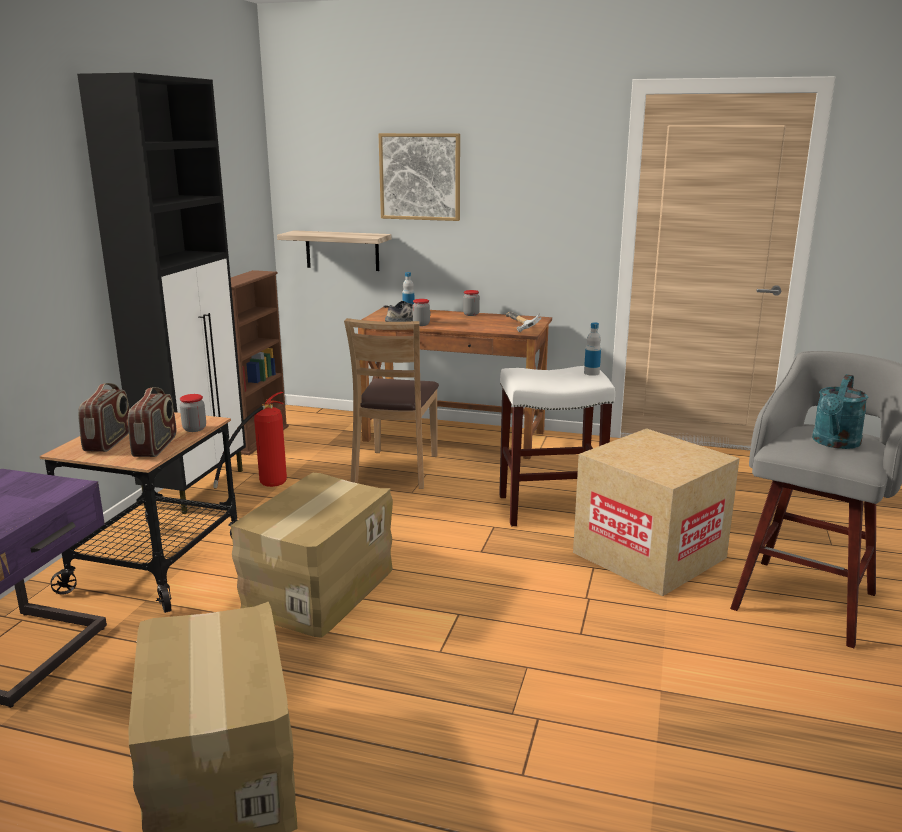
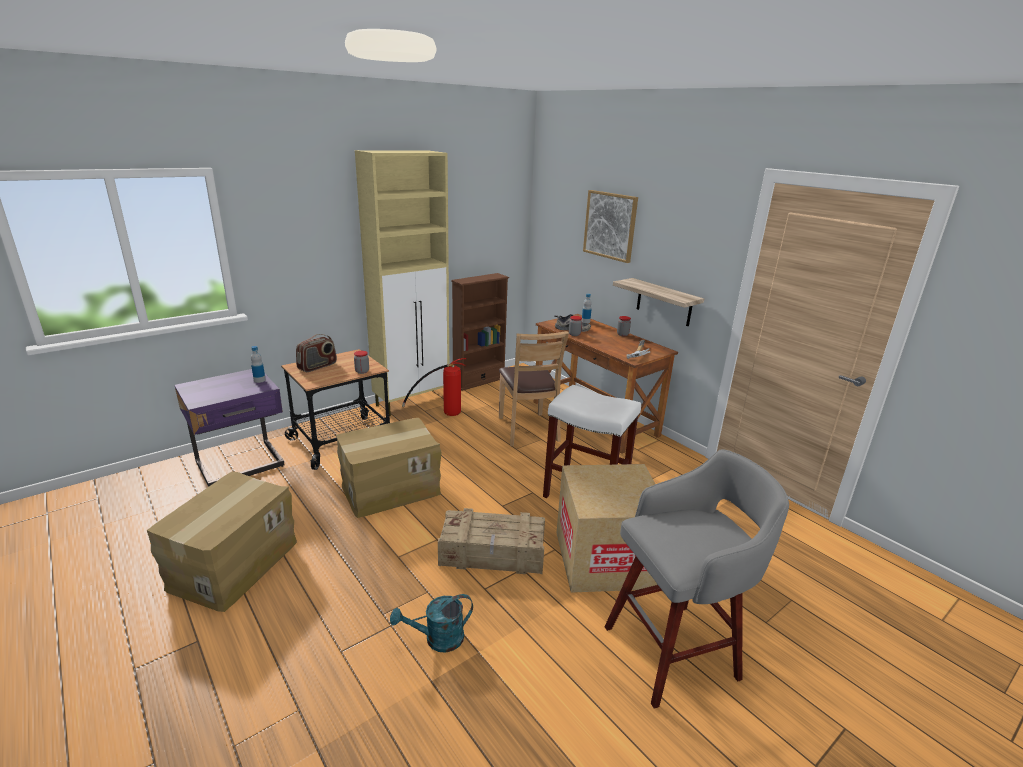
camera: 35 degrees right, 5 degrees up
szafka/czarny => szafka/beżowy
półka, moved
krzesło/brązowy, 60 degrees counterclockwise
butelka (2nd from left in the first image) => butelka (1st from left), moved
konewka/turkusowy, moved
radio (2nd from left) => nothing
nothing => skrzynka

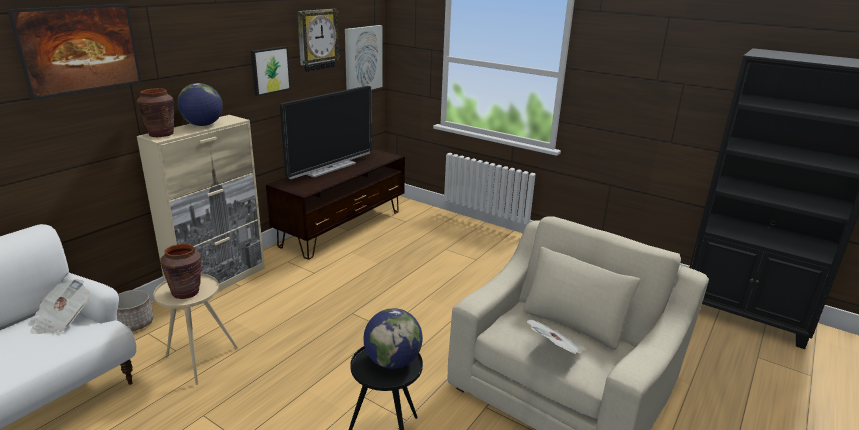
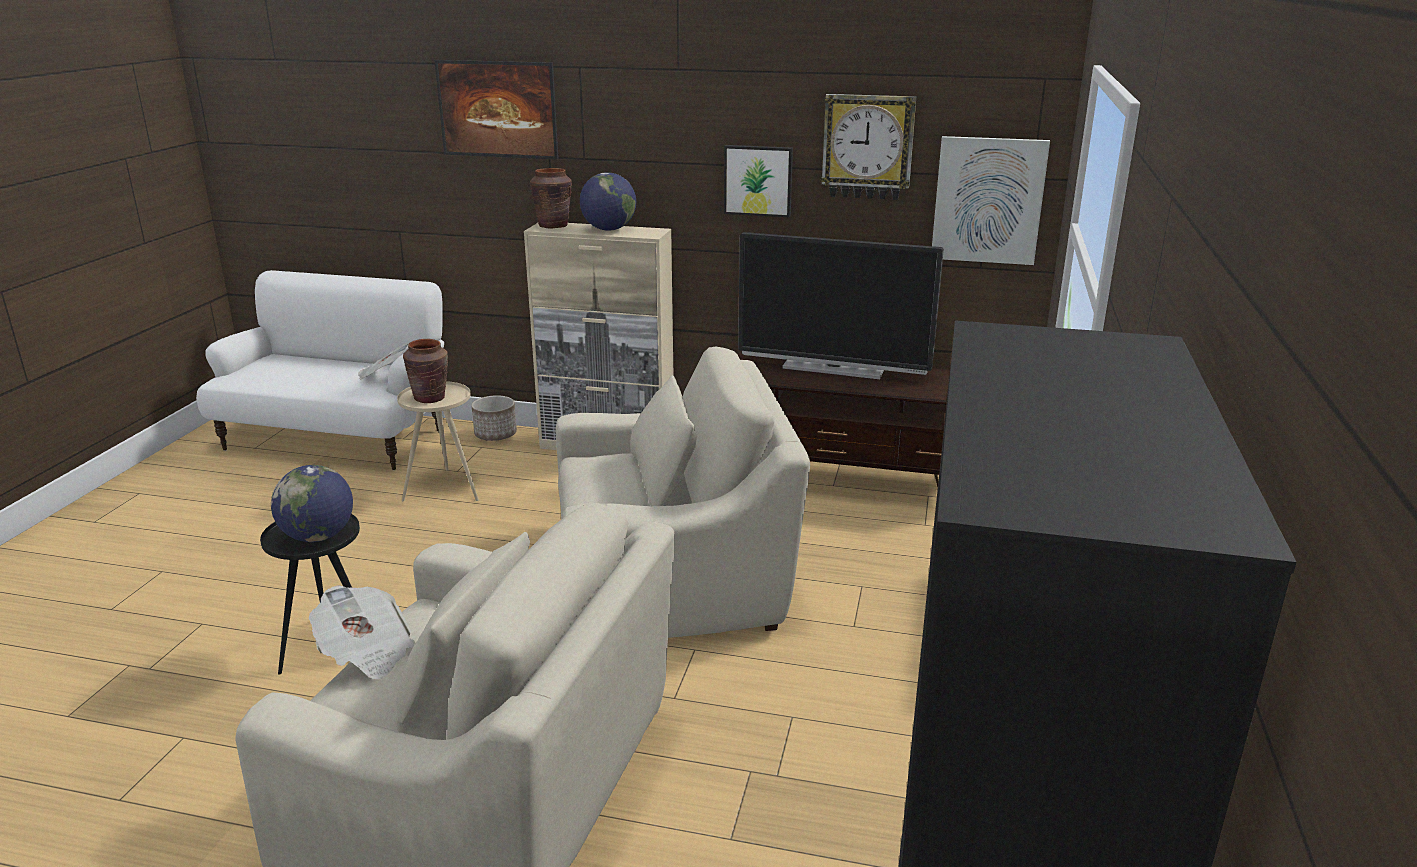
camera: 70 degrees right, 0 degrees up
nothing => fotel/beżowy (2nd from left)

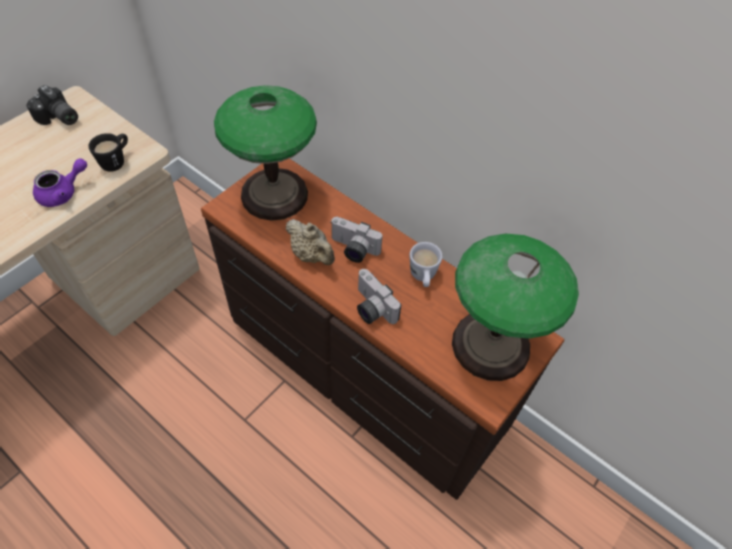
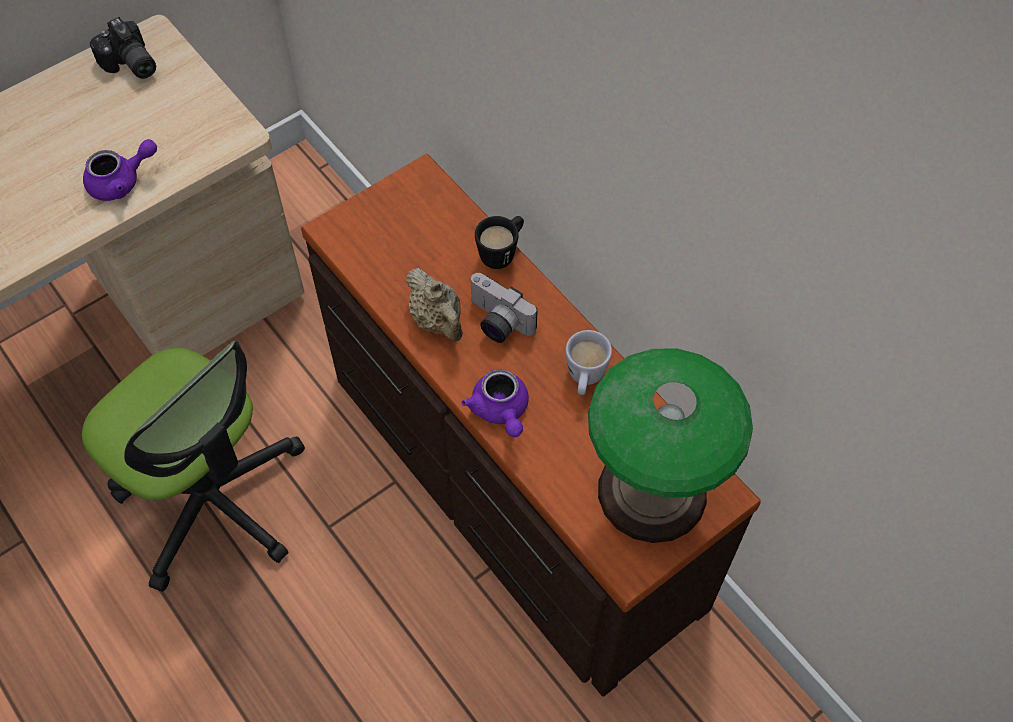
camera: 15 degrees right, 5 degrees up
lampa stołowa (1st from left) => nothing
kubek/czarny, moved
aparat fotograficzny (3rd from left) => imbryk/fioletowy (2nd from left)
nothing => krzesło biurowe

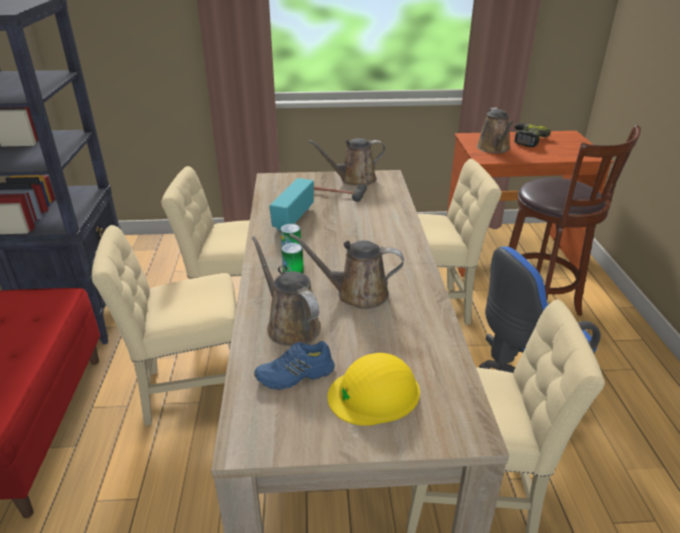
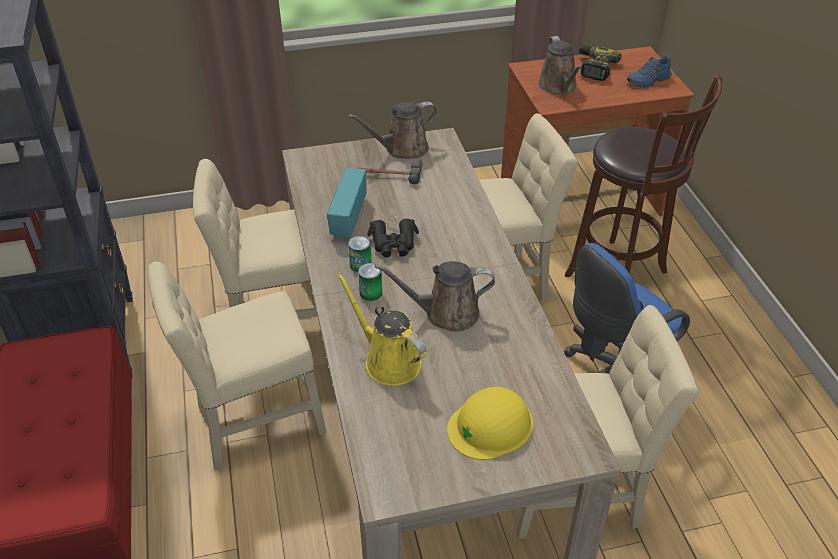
camera: 10 degrees left, 10 degrees up
konewka/brązowy (1st from left) => konewka/żółty
but/niebieski, moved
nothing => lornetka/czarny

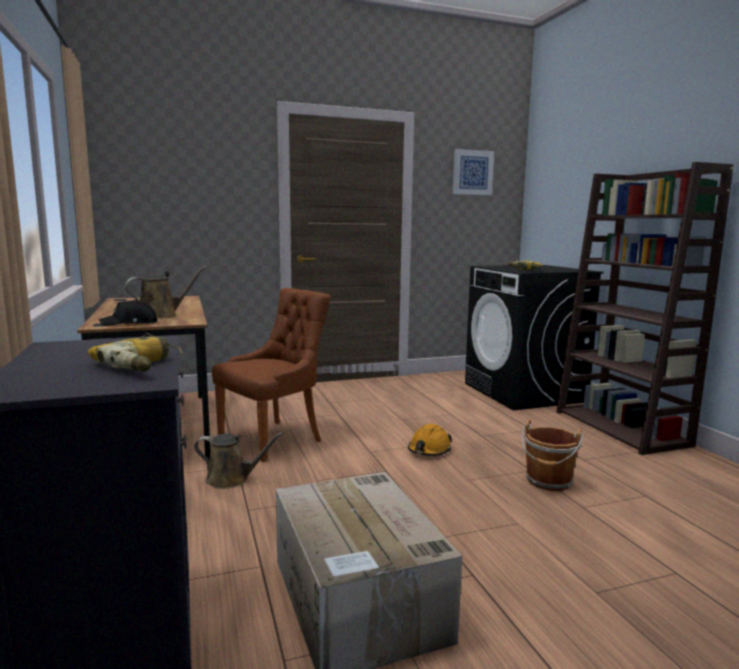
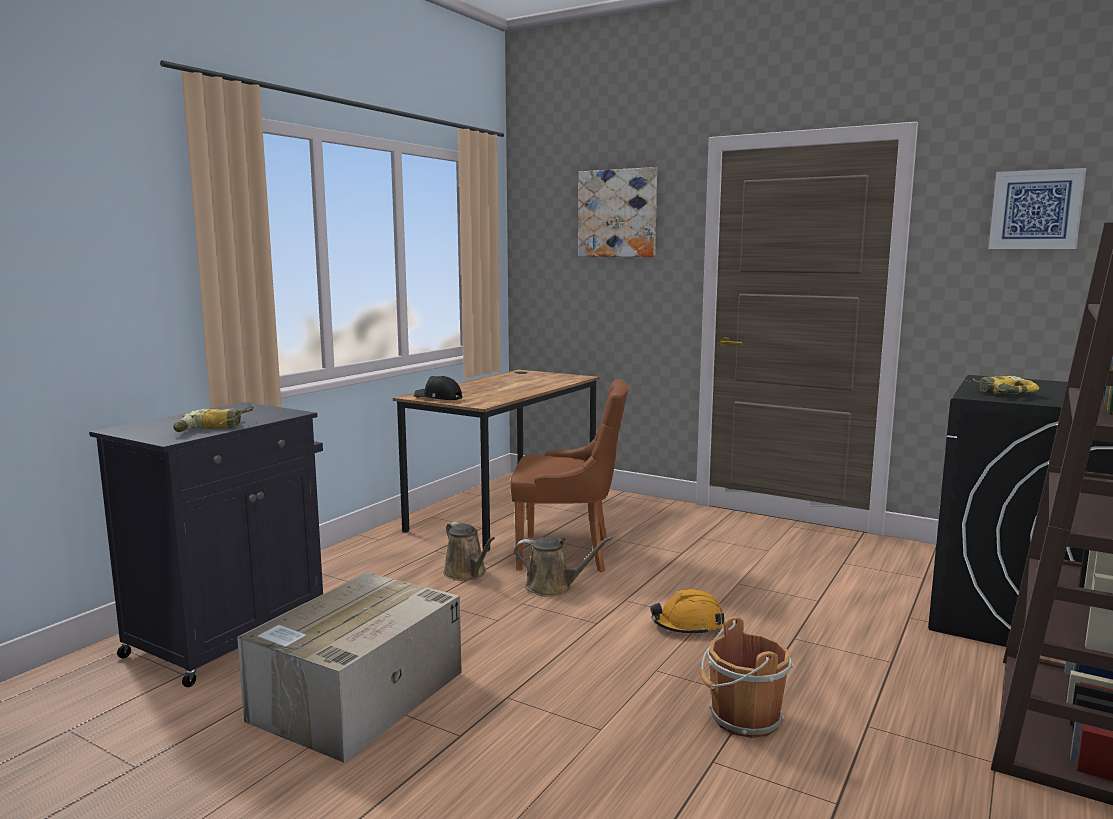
camera: 50 degrees right, 0 degrees up
konewka/brązowy (1st from left in the first image) => konewka/brązowy (2nd from left), moved
nothing => obraz (1st from left)

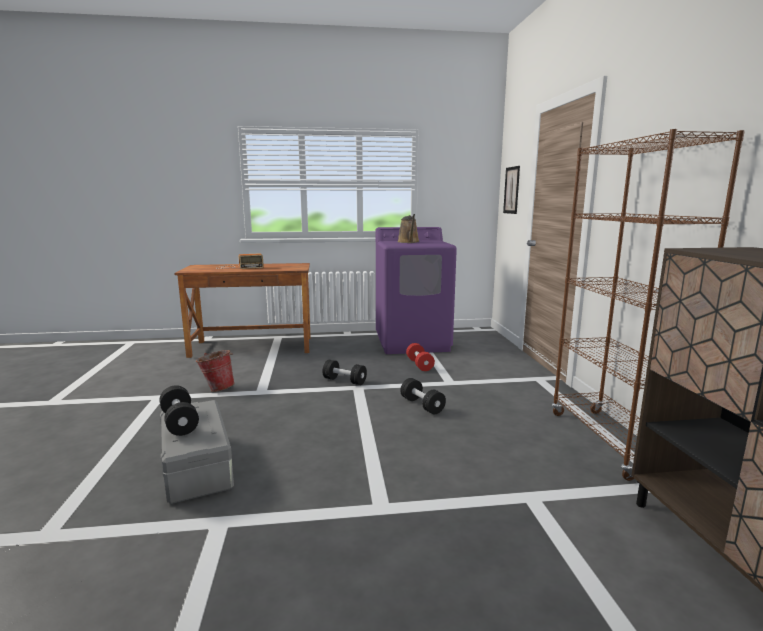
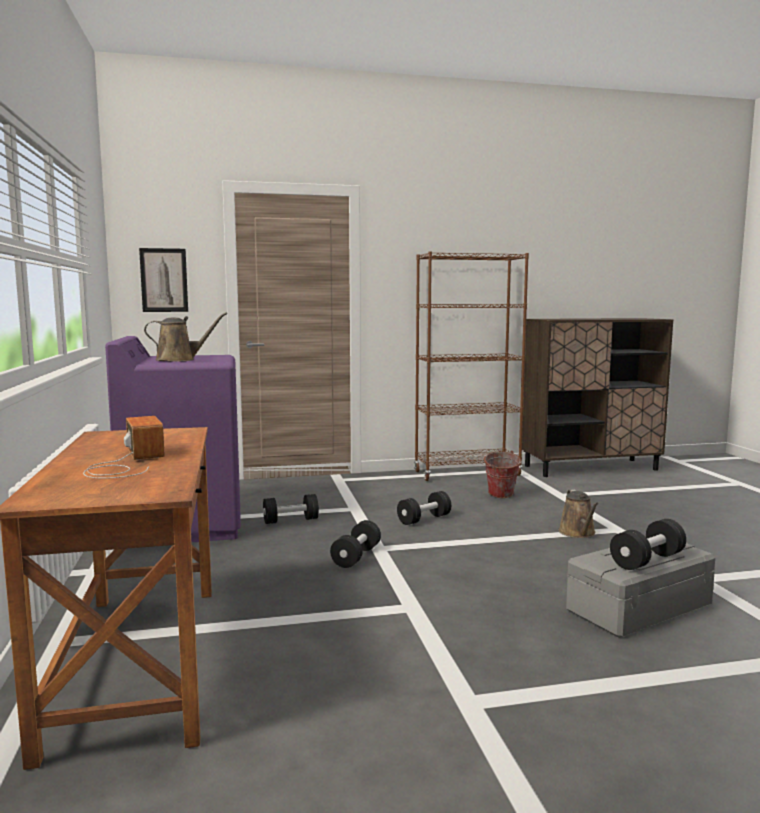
camera: 95 degrees left, 5 degrees down
hantel/czerwony => hantel/czarny (1st from left)
wiadro, moved
nothing => konewka/brązowy (2nd from left)

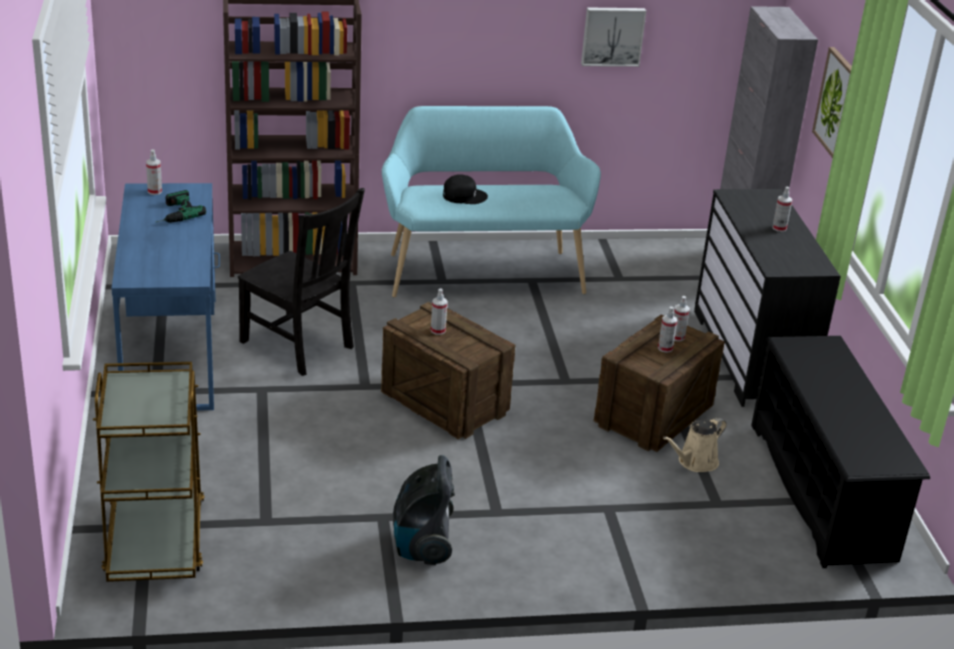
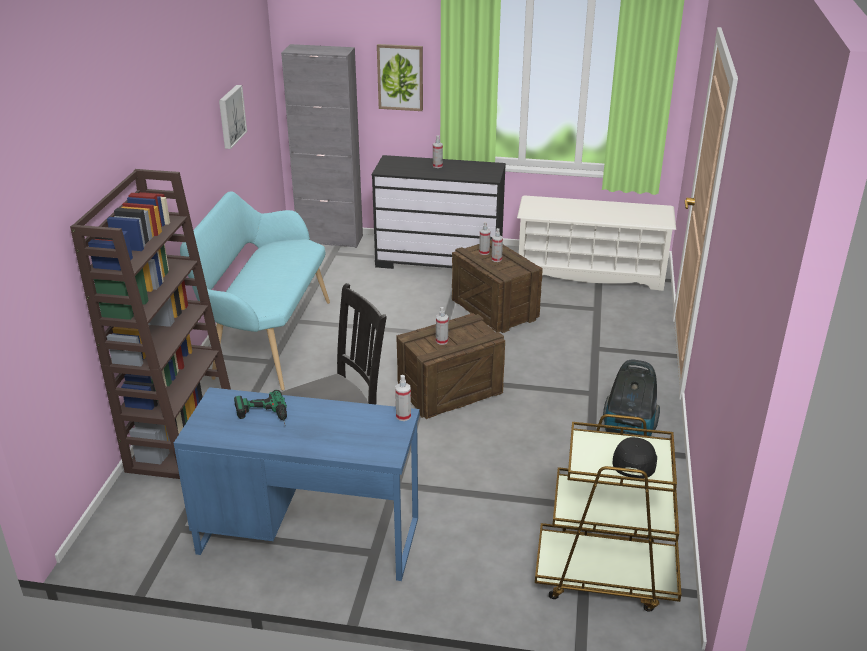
camera: 70 degrees left, 0 degrees up
spryskiwacz (1st from left), moved
czapka z daszkiem/czarny, moved
regał na buty/czarny => regał na buty/biały
konewka/beżowy => nothing

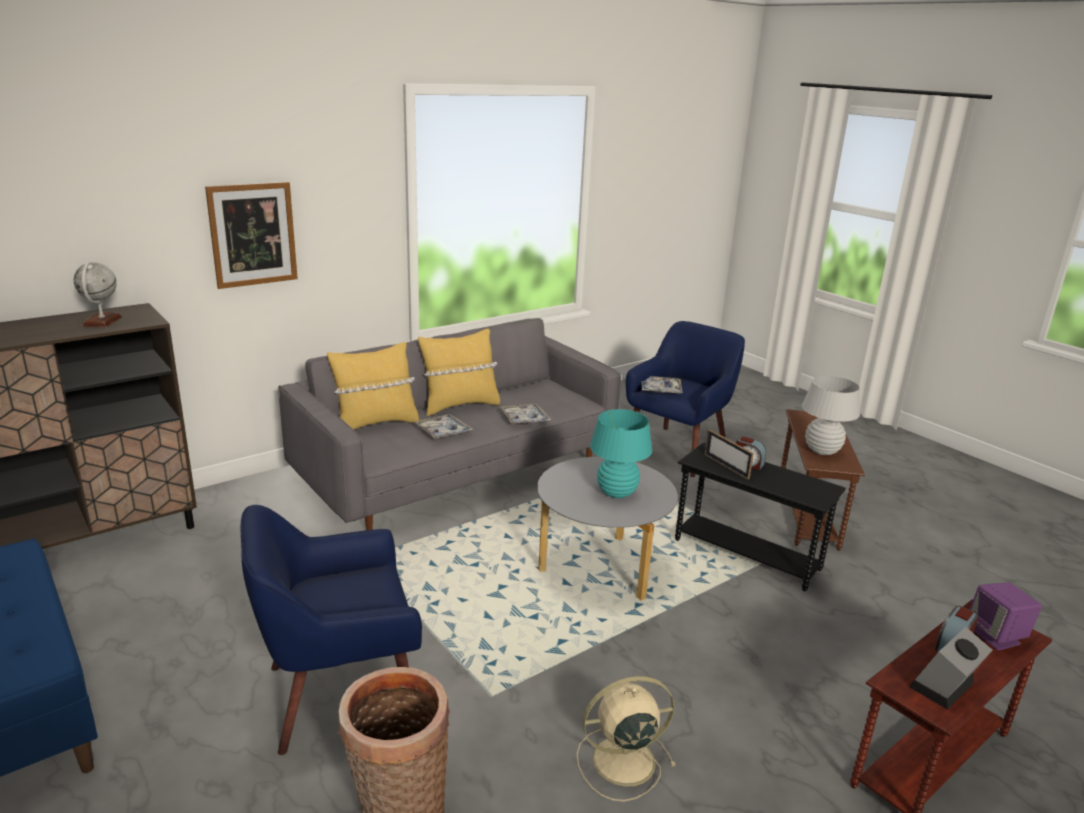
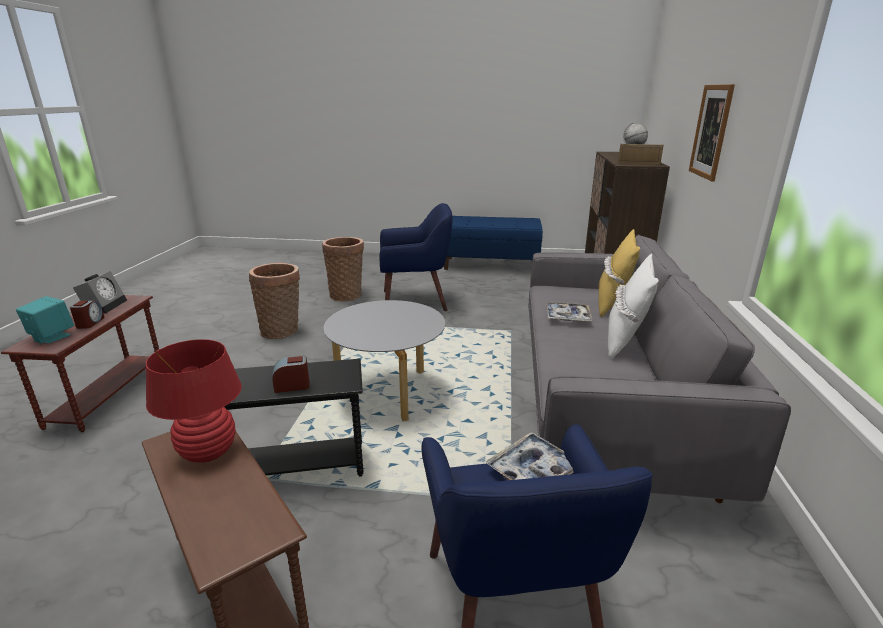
camera: 135 degrees right, 0 degrees up
poduszka/żółty (2nd from left) => poduszka/biały
lampa stołowa/biały => lampa stołowa/czerwony
taca (2nd from left) => nothing
lampa stołowa/turkusowy => nothing
ramka na zdjęcie, moved
fotel/niebieski (1st from left), 60 degrees clockwise
głośnik/fioletowy => głośnik/turkusowy
wentylator/beżowy => koszyk (1st from left)

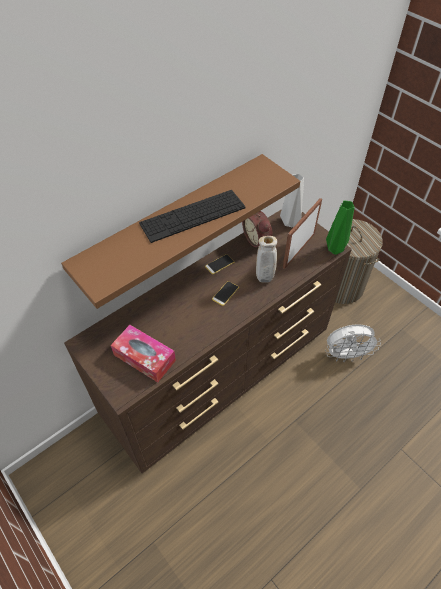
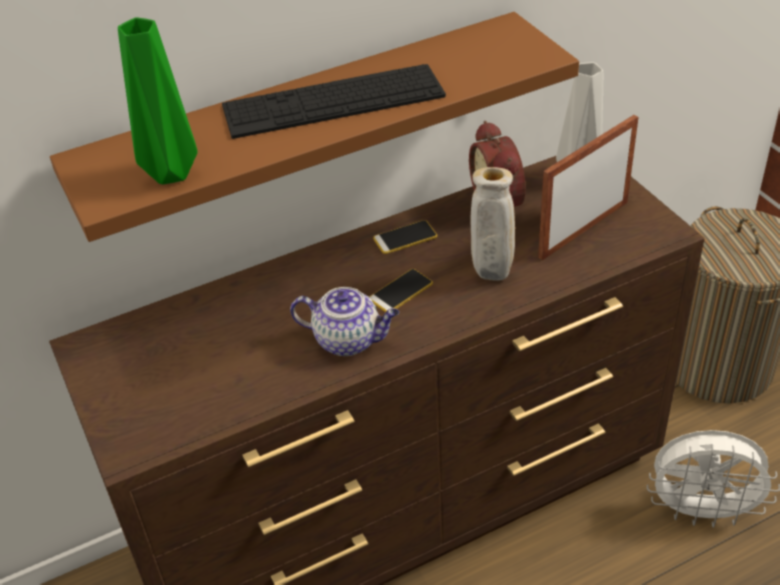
camera: 15 degrees right, 10 degrees down
wazon/zielony, moved
pudełko chusteczek => nothing
nothing => imbryk

